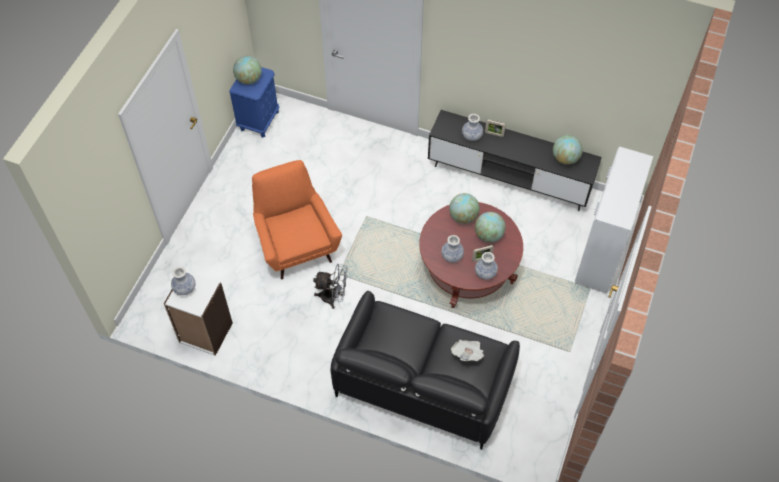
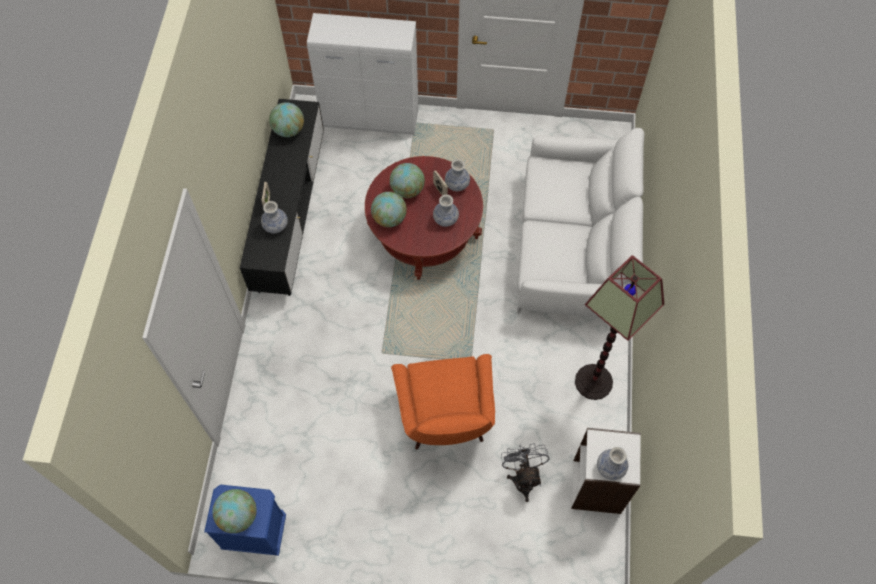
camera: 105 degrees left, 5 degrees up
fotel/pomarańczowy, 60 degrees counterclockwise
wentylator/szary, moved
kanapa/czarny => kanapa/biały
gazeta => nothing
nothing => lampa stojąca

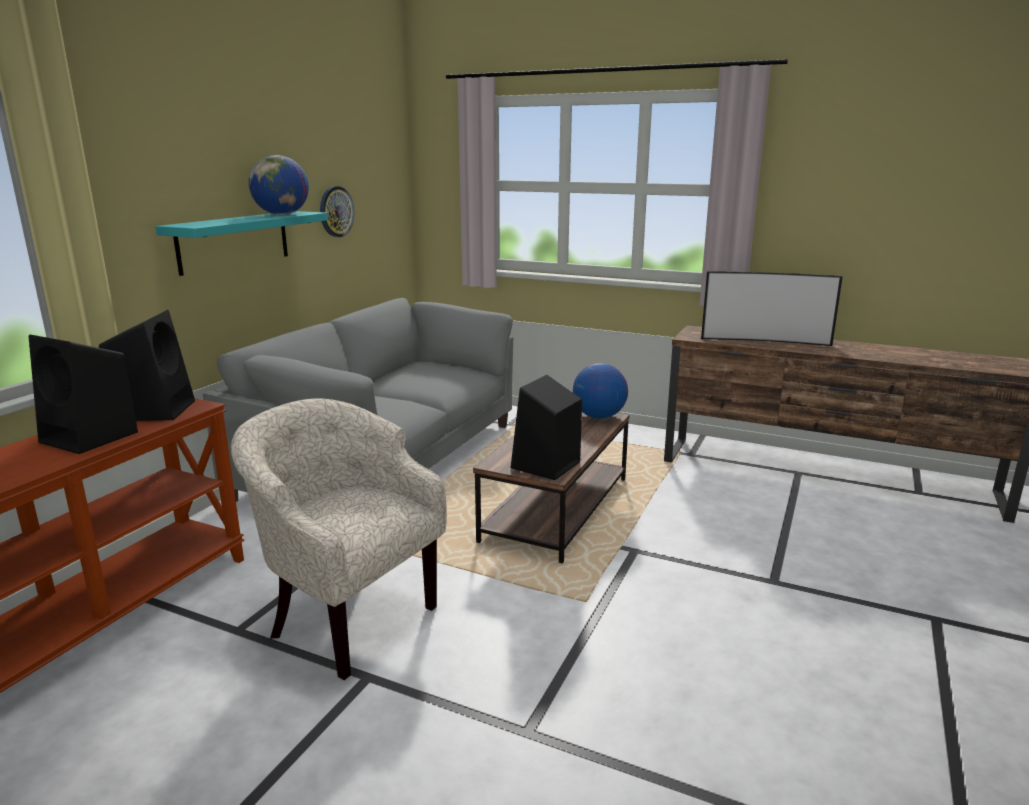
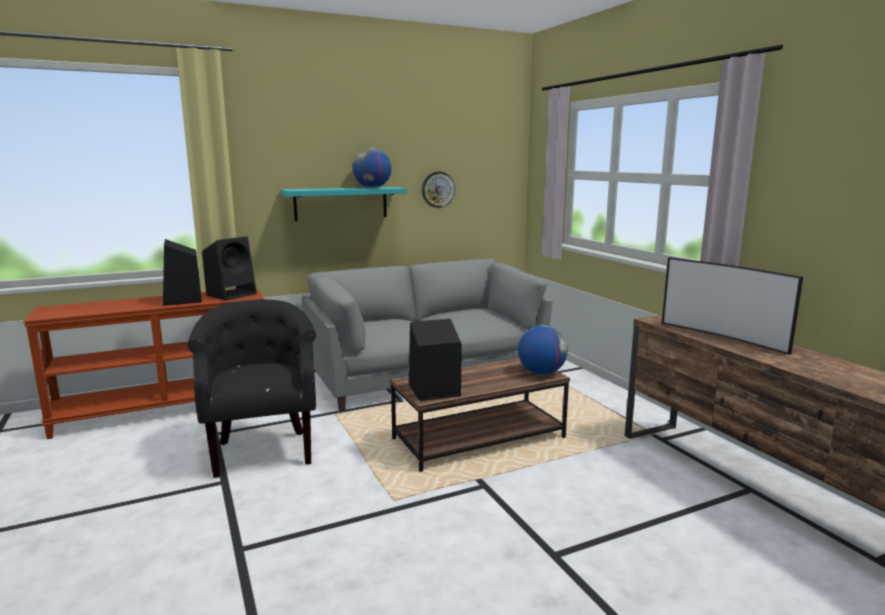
camera: 40 degrees right, 5 degrees down
fotel/beżowy => fotel/czarny

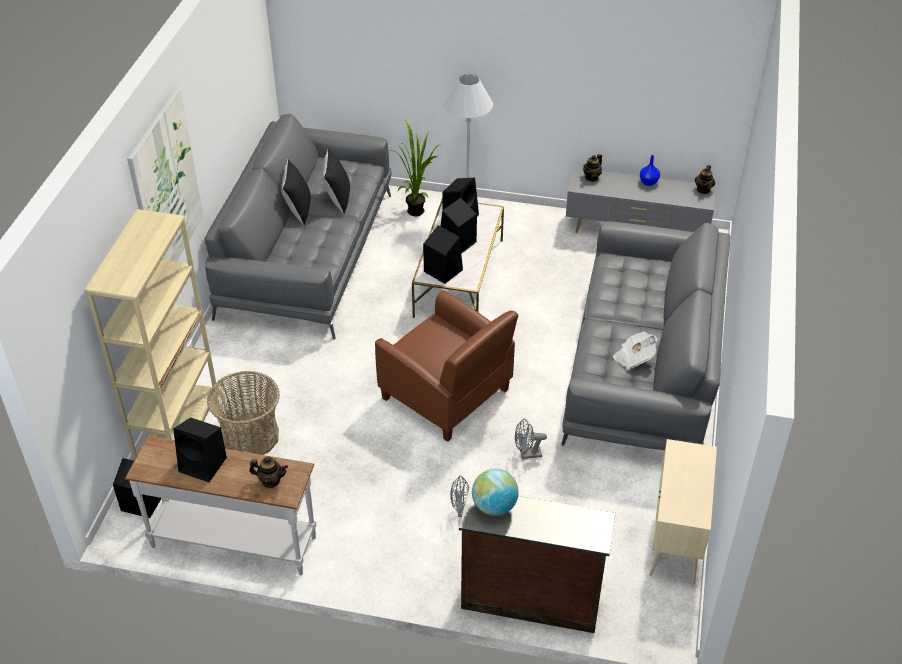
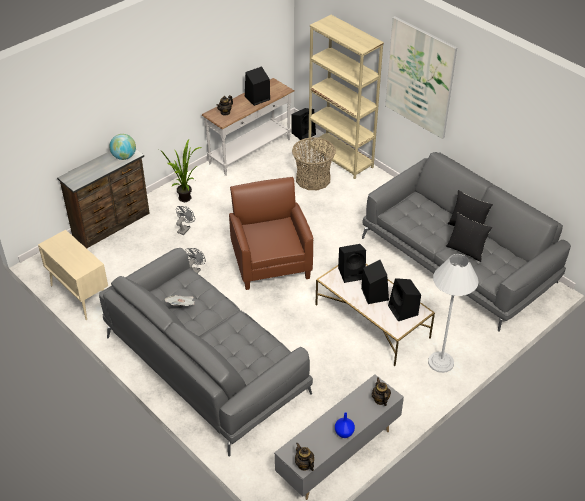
camera: 125 degrees right, 0 degrees up
roślina doniczkowa, moved
fotel/brązowy, 90 degrees clockwise

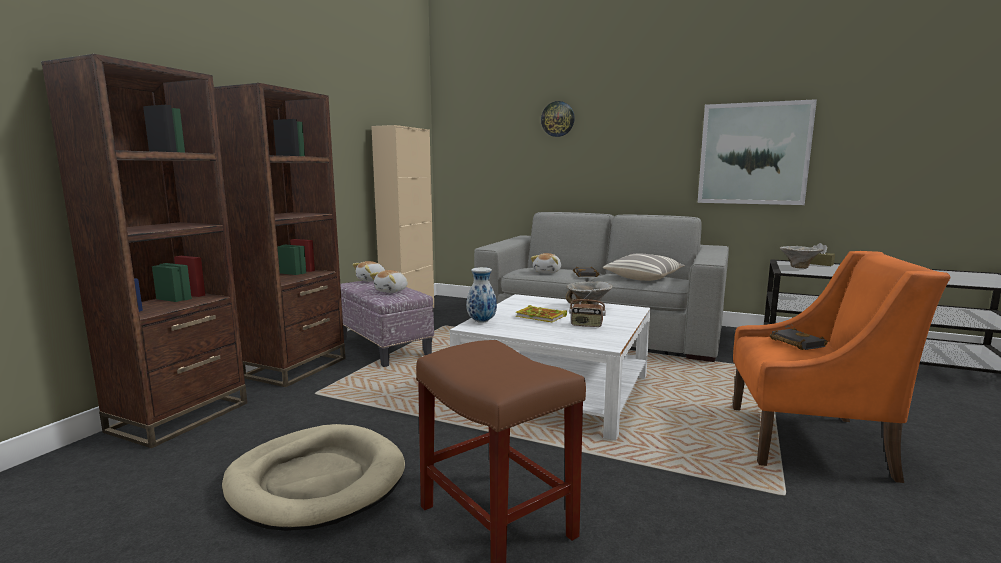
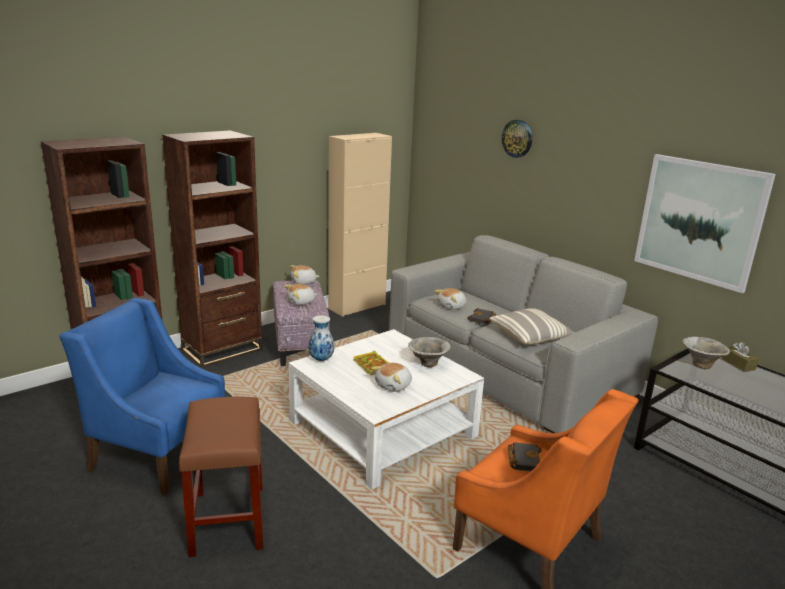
camera: 25 degrees right, 10 degrees up
radio => pluszak (3rd from left)
legowisko/beżowy => fotel/niebieski

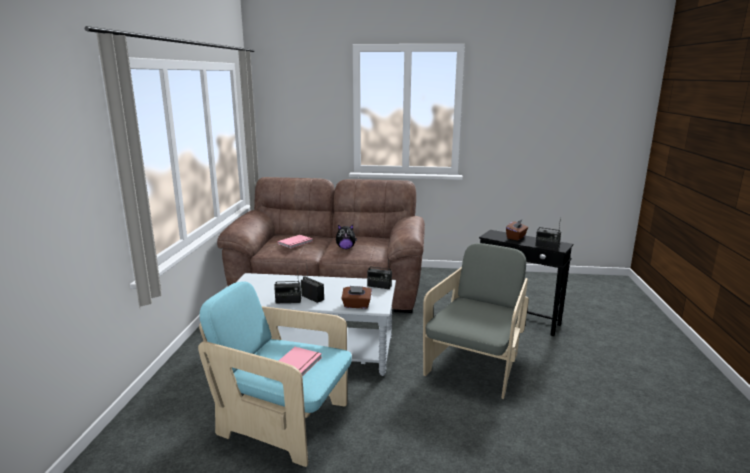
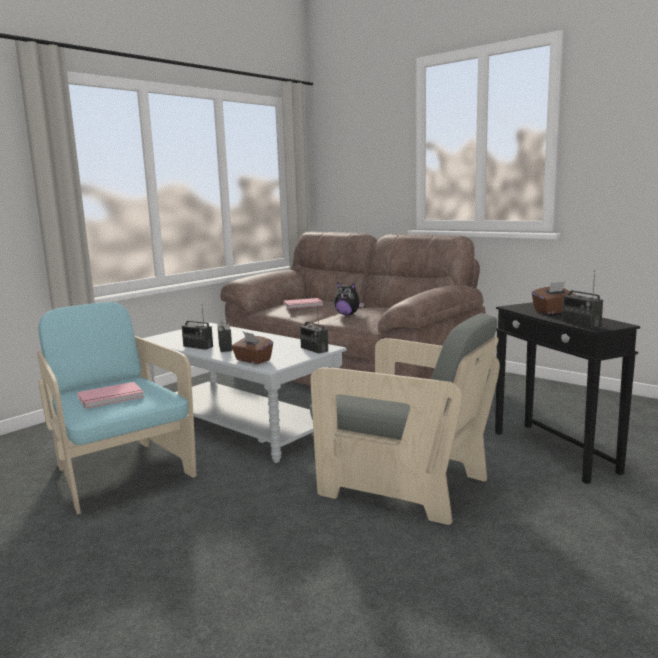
camera: 35 degrees right, 5 degrees down
fotel/szary, 60 degrees clockwise

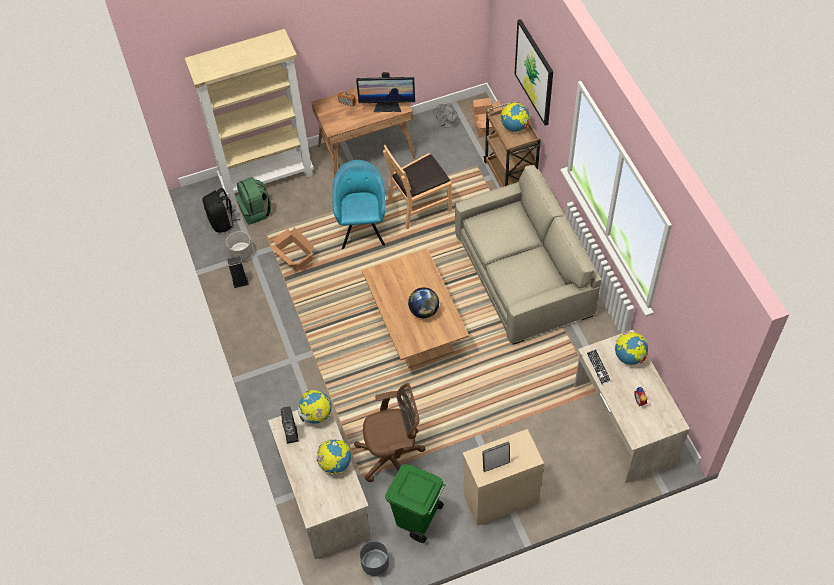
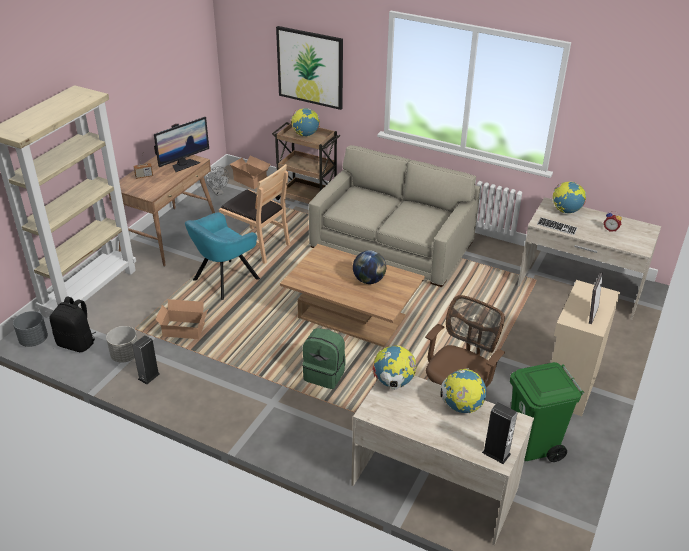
camera: 45 degrees left, 20 degrees down
krzesło/brązowy, 75 degrees counterclockwise
fotel/turkusowy, 90 degrees counterclockwise
plecak/zielony, moved
głośnik (2nd from left), moved
donica/szary (2nd from left in the first image) => donica/szary (1st from left), moved

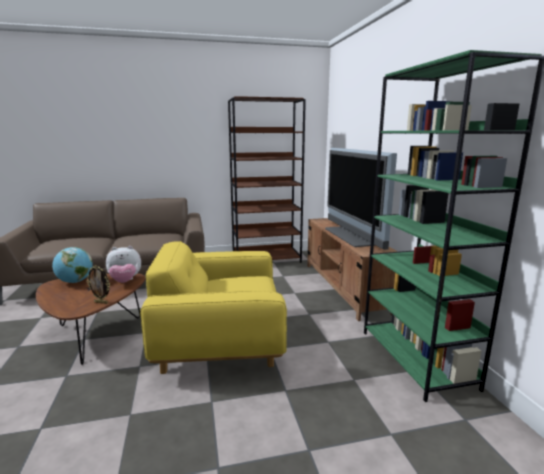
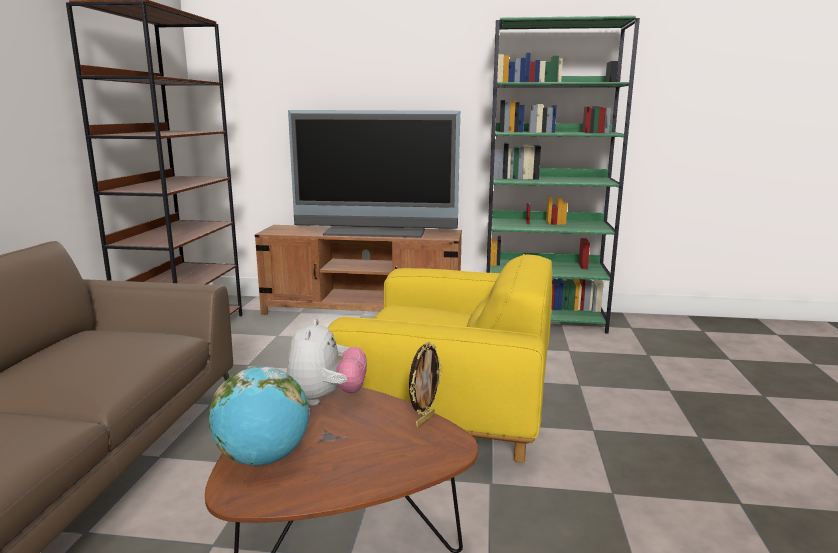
camera: 70 degrees left, 0 degrees up
fotel/żółty, 90 degrees counterclockwise

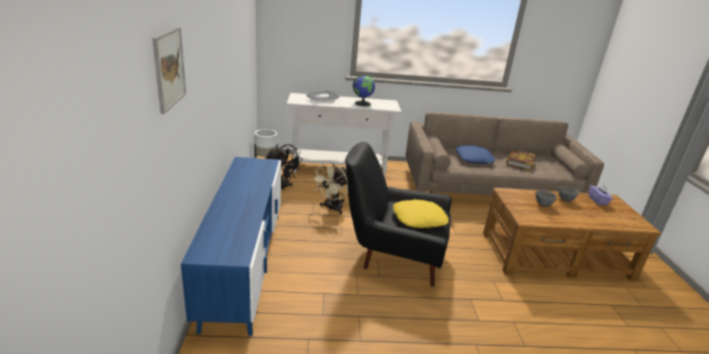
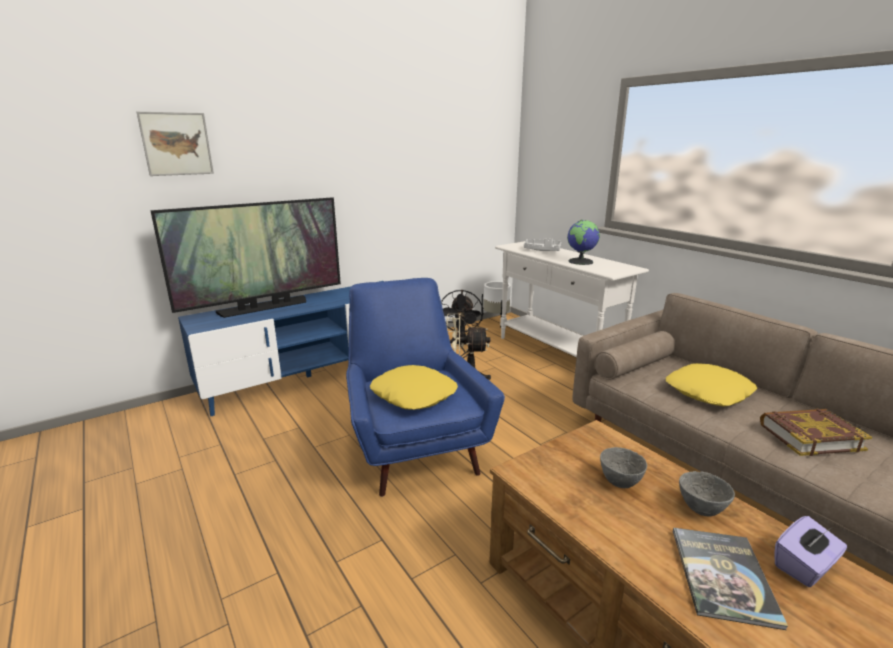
camera: 60 degrees right, 5 degrees down
fotel/czarny => fotel/niebieski
poduszka/niebieski => poduszka/żółty (2nd from left)
nothing => telewizor
nothing => książka (1st from left)

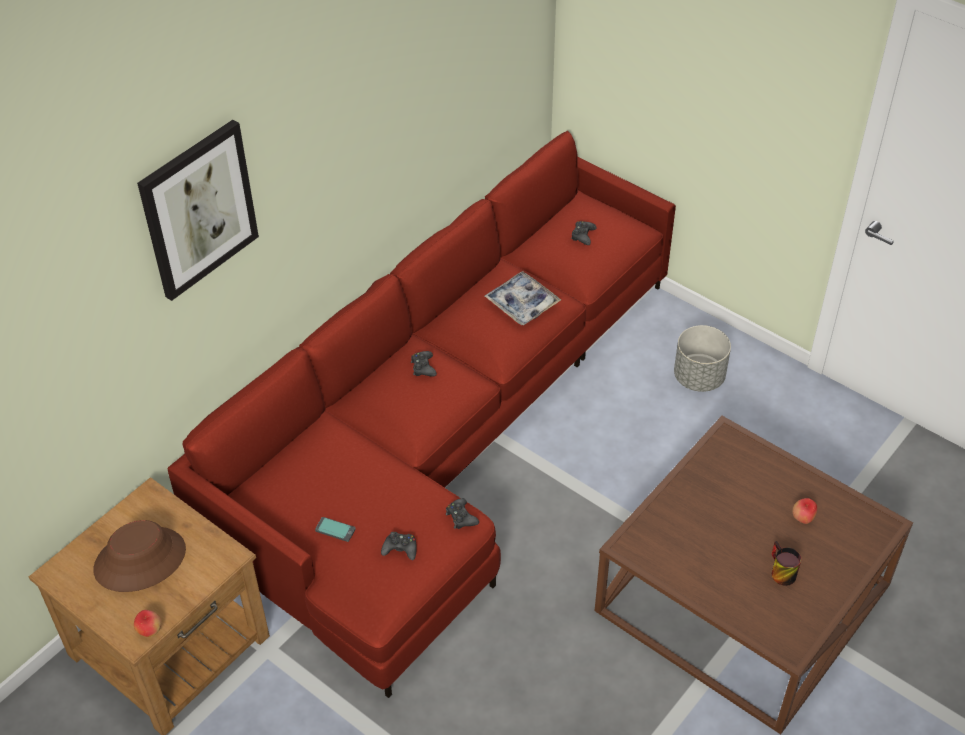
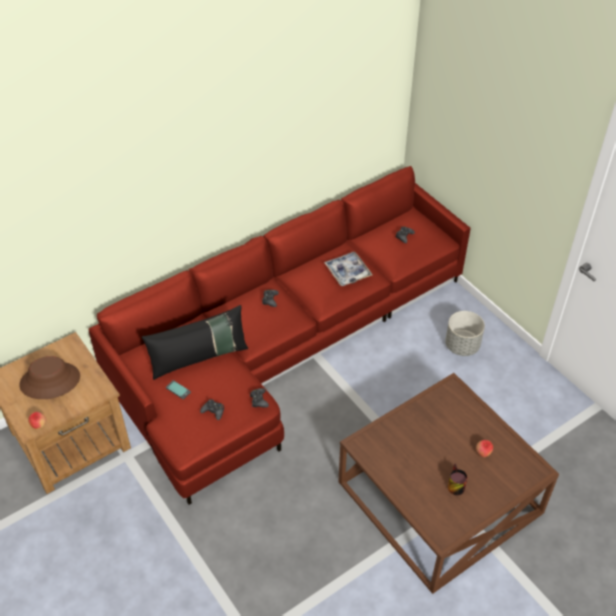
camera: 15 degrees right, 0 degrees up
obraz => nothing
nothing => poduszka/czarny

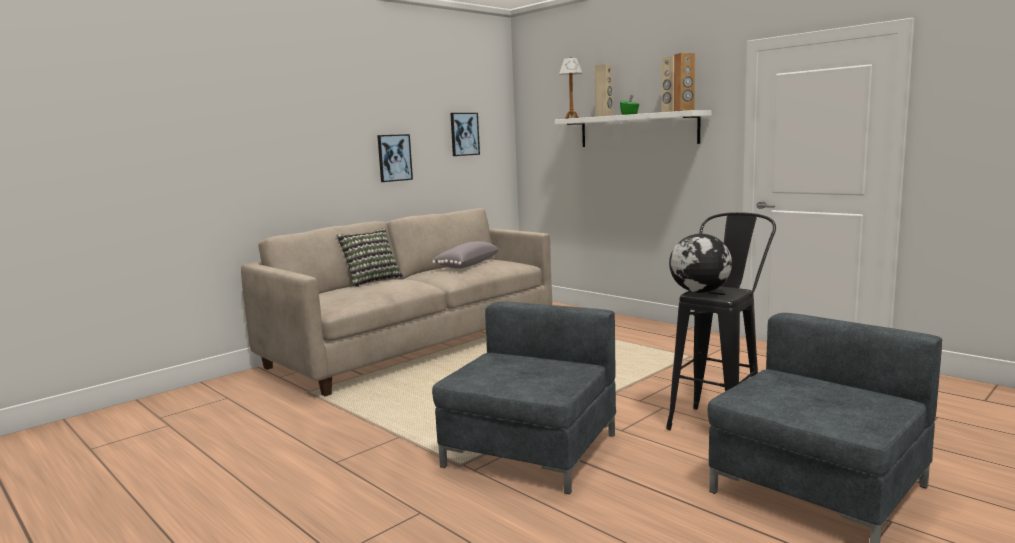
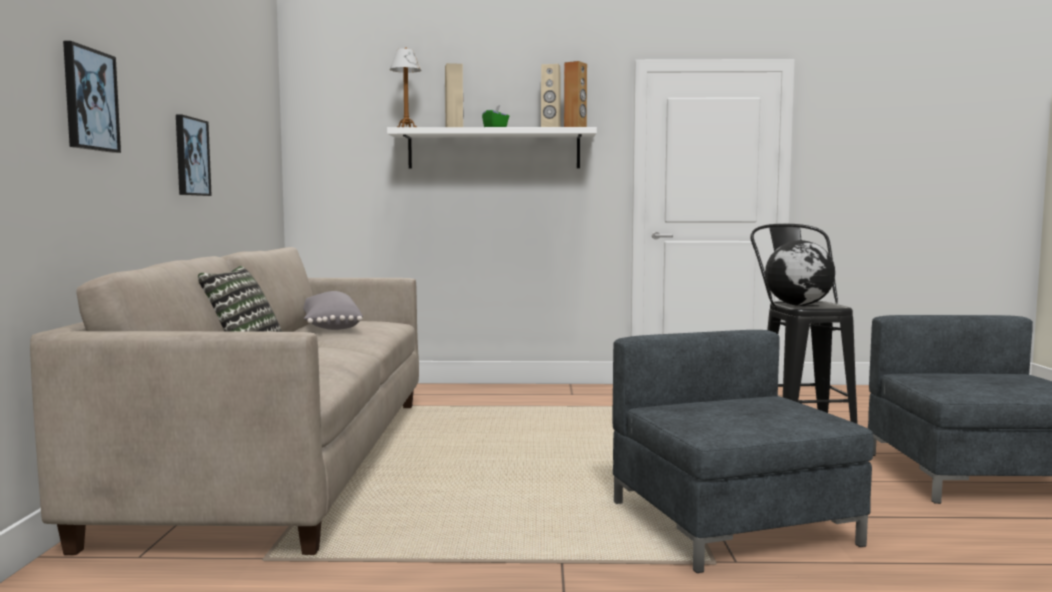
camera: 45 degrees left, 5 degrees down
obraz (2nd from left in the first image) => obraz (1st from left), moved

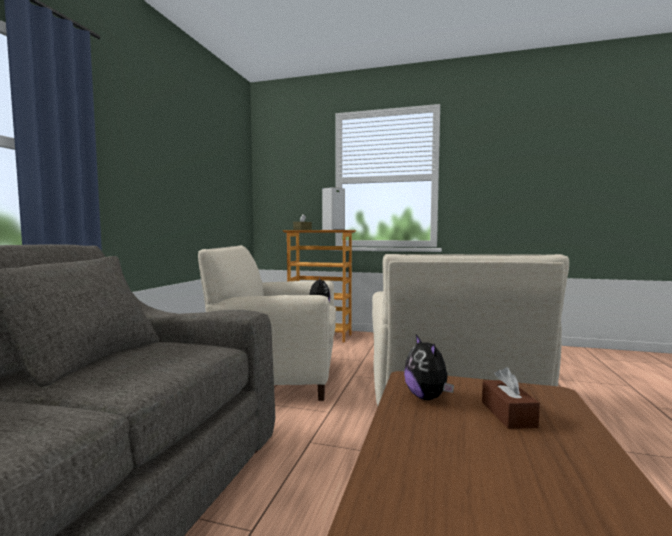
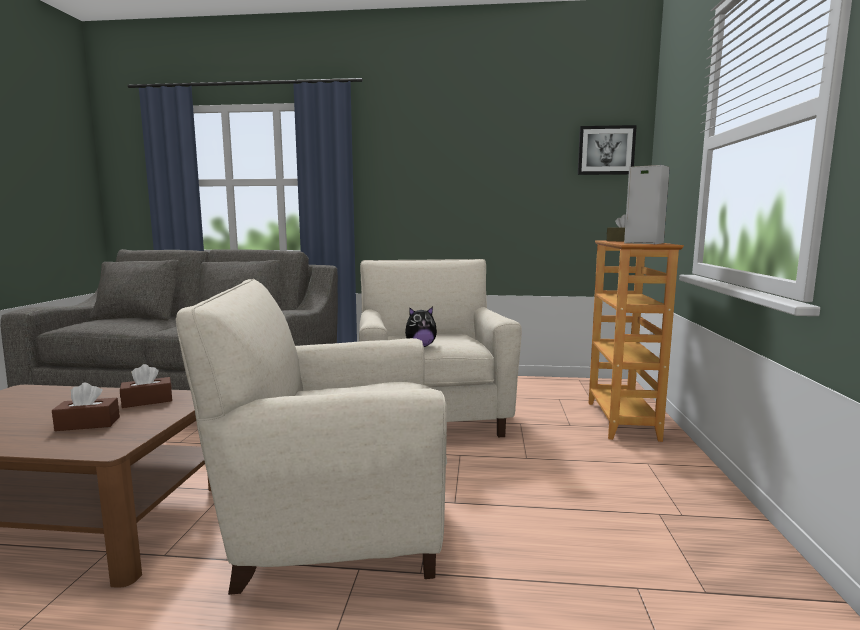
camera: 80 degrees right, 5 degrees up
pluszak (2nd from left) => pudełko chusteczek/brązowy (2nd from left)
nothing => obraz

